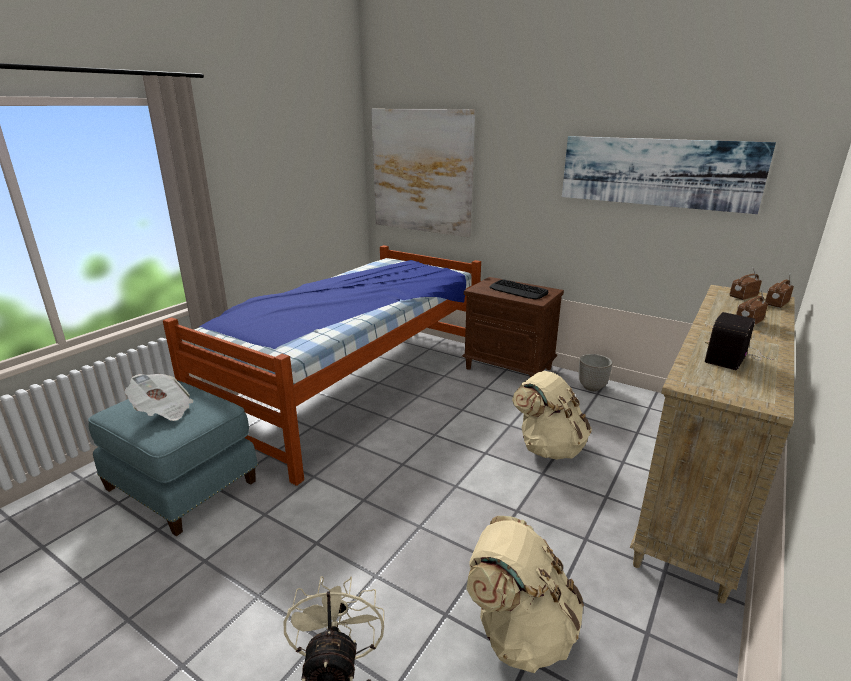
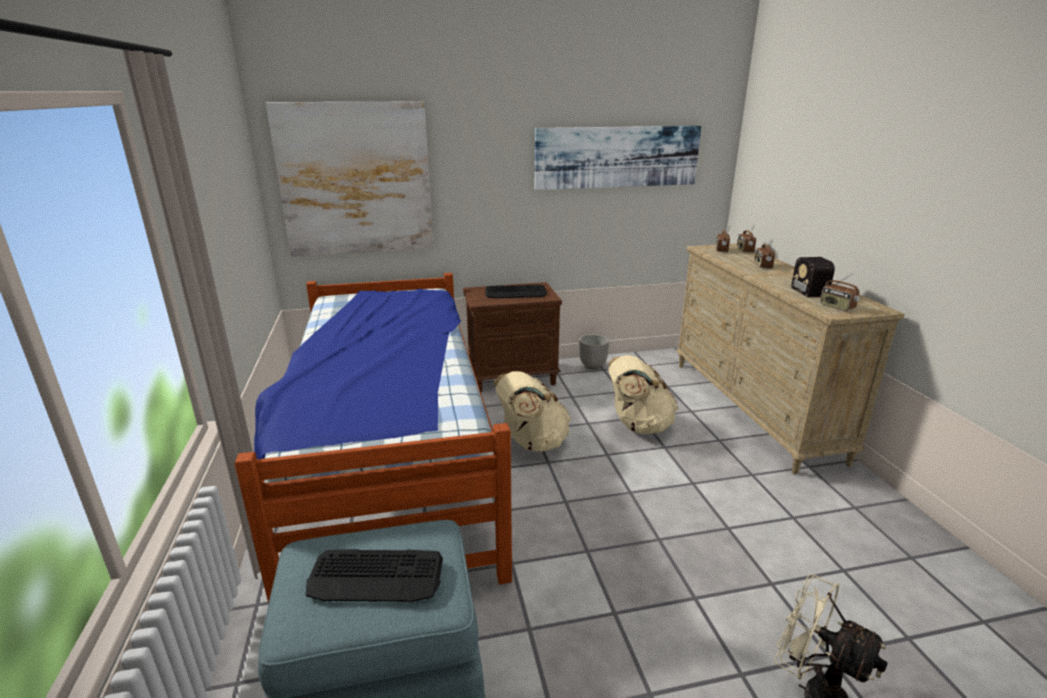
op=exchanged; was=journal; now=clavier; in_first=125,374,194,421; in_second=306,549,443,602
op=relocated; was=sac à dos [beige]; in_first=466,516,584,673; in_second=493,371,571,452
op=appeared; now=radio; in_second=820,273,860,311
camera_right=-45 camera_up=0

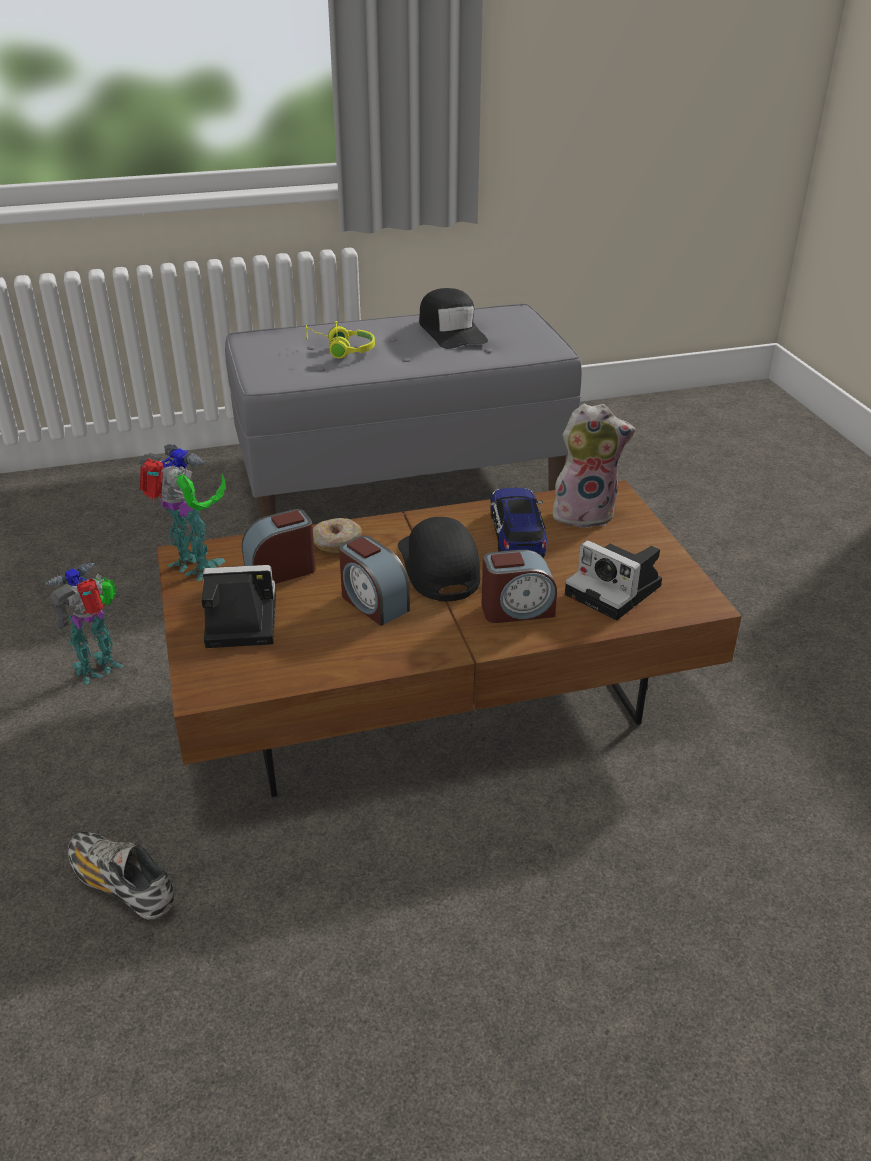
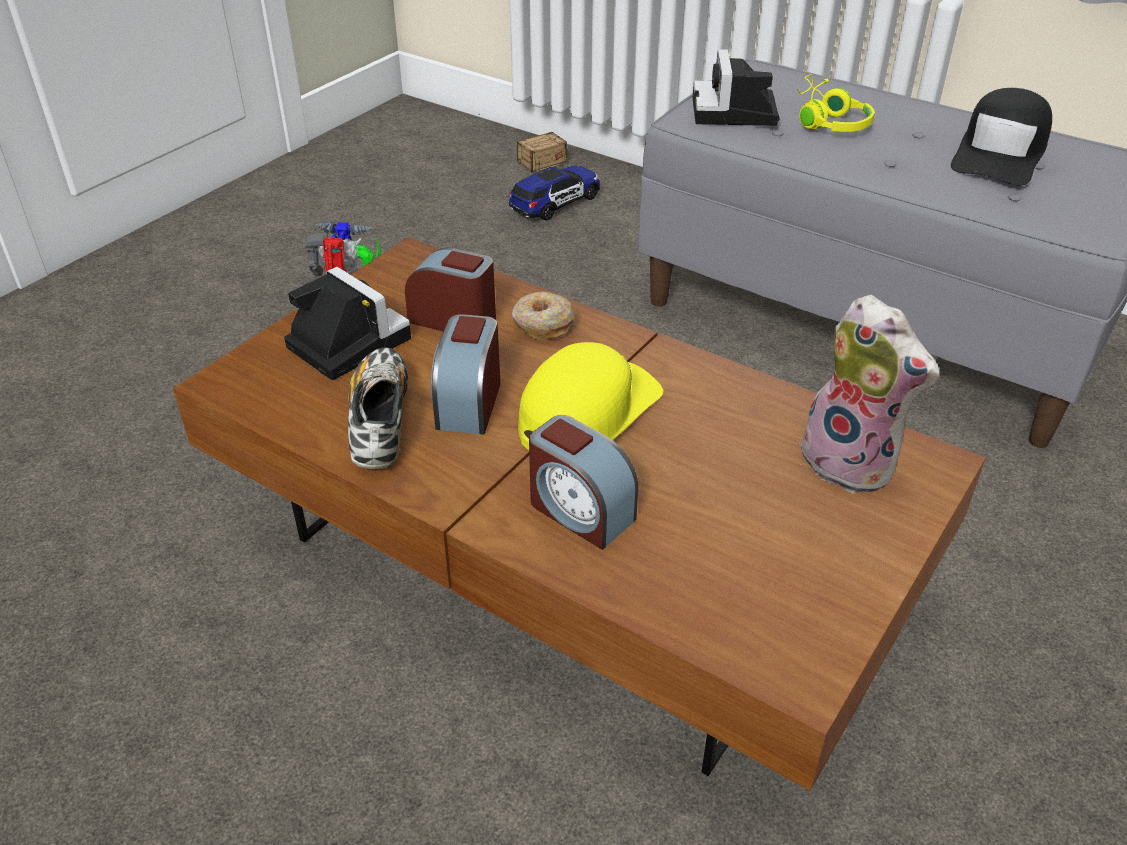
op=relocated; was=chaussure; in_first=68,832,174,920; in_second=348,348,408,469
op=missing; was=robot jouet; in_first=138,444,226,581
op=colour; was=casquette [noir]; now=casquette [jaune]; in_first=398,517,480,601; in_second=518,342,663,450
op=relocated; was=petite voiture; in_first=490,488,547,558; in_second=509,166,600,221
op=relocated; was=appareil photo; in_first=565,540,662,620; in_second=693,49,780,126
op=appeared; now=boîte de rangement; in_second=479,114,567,172
camera_right=50 camera_up=5

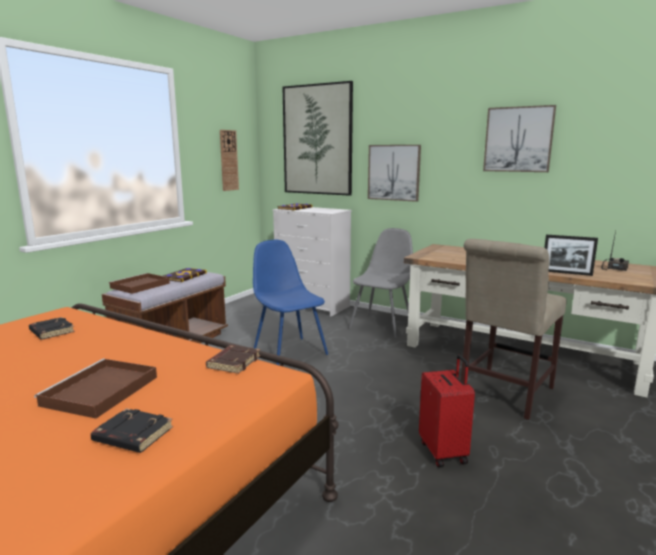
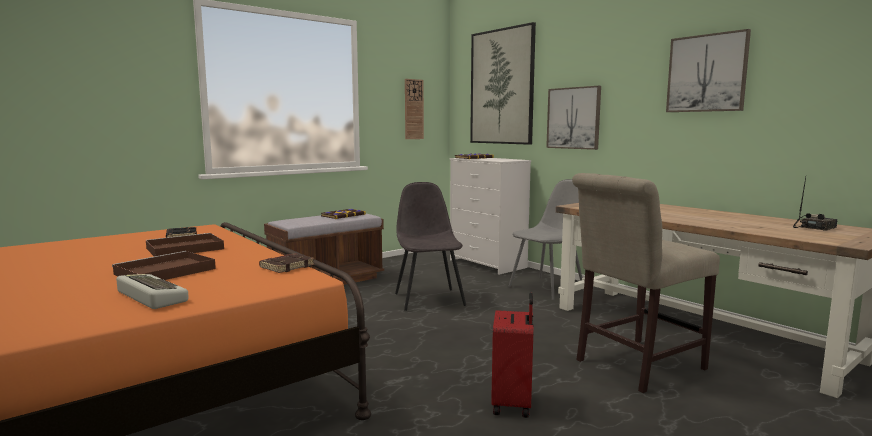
op=exchanged; was=livre [noir]; now=clavier; in_first=90,408,173,453; in_second=116,274,189,309
op=relocated; was=plateau [marron]; in_first=109,273,170,294; in_second=146,233,224,257
op=colour; was=chaise [bleu]; now=chaise [gris]; in_first=253,240,328,365; in_second=395,182,466,311
op=missing; was=cadre photo; in_first=545,235,598,276
camera_right=20 camera_up=-5

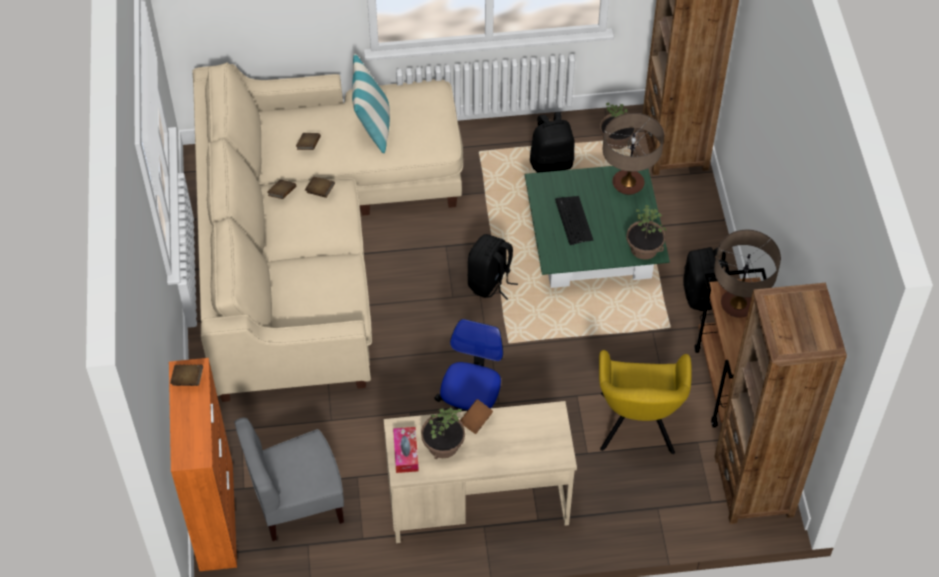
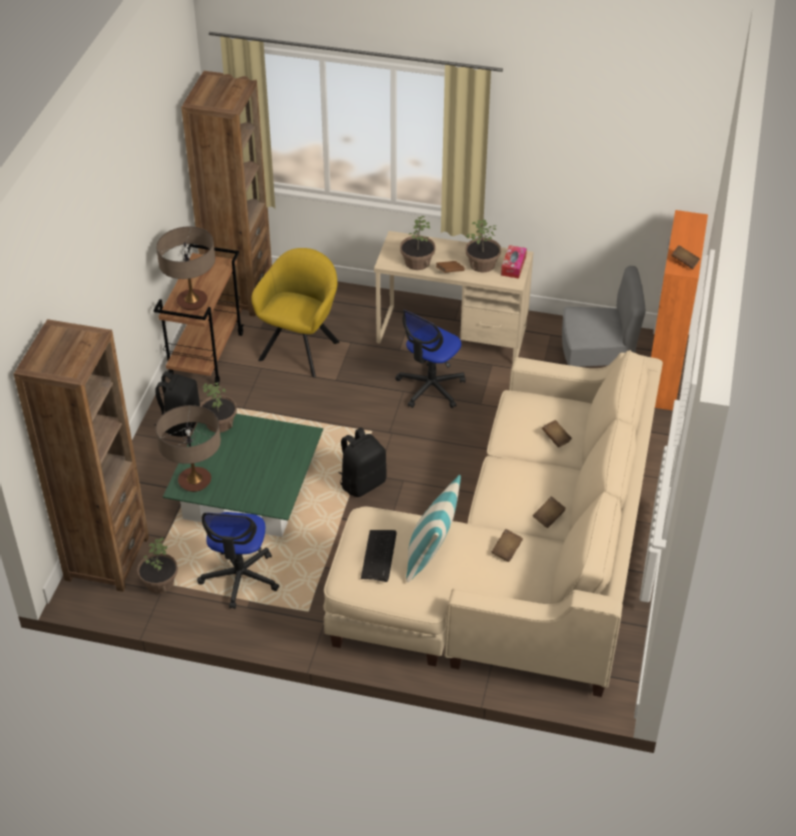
op=relocated; was=livre [marron]; in_first=305,177,335,198; in_second=542,420,572,448
op=exchanged; was=sac à dos [noir]; now=chaise de bureau; in_first=530,112,575,173; in_second=197,512,279,609
op=relocated; was=clavier; in_first=555,196,593,245; in_second=361,530,396,582
op=appeared; now=plante en pot; in_second=400,216,436,270
camera_right=-160 camera_up=-10

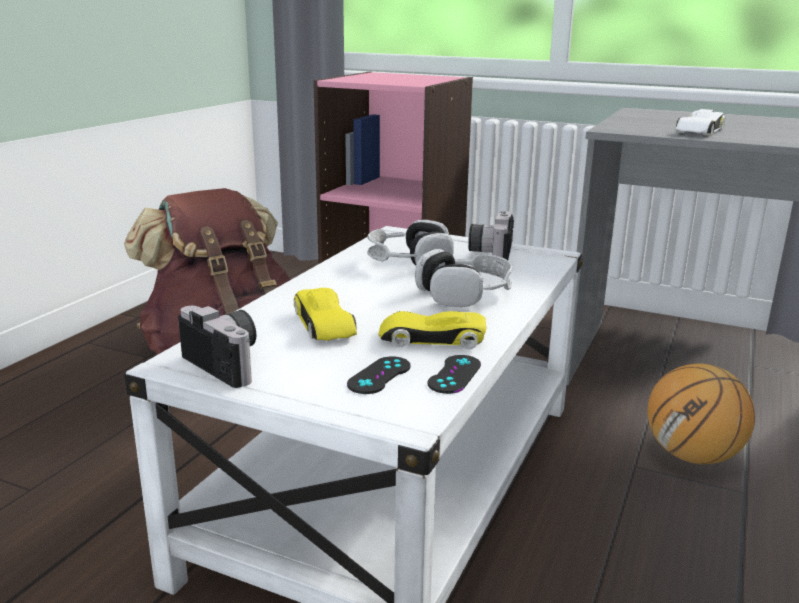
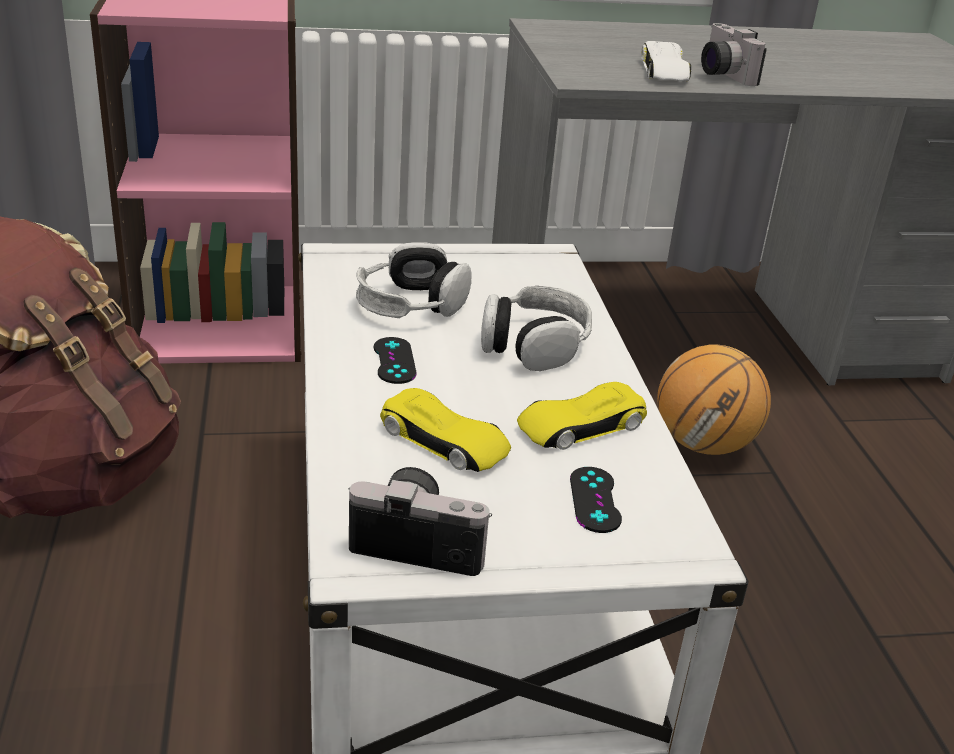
op=relocated; was=manette [noir]; in_first=428,355,481,394; in_second=374,337,416,384
op=relocated; was=appareil photo; in_first=468,211,514,260; in_second=701,23,767,86
camera_right=-35 camera_up=10

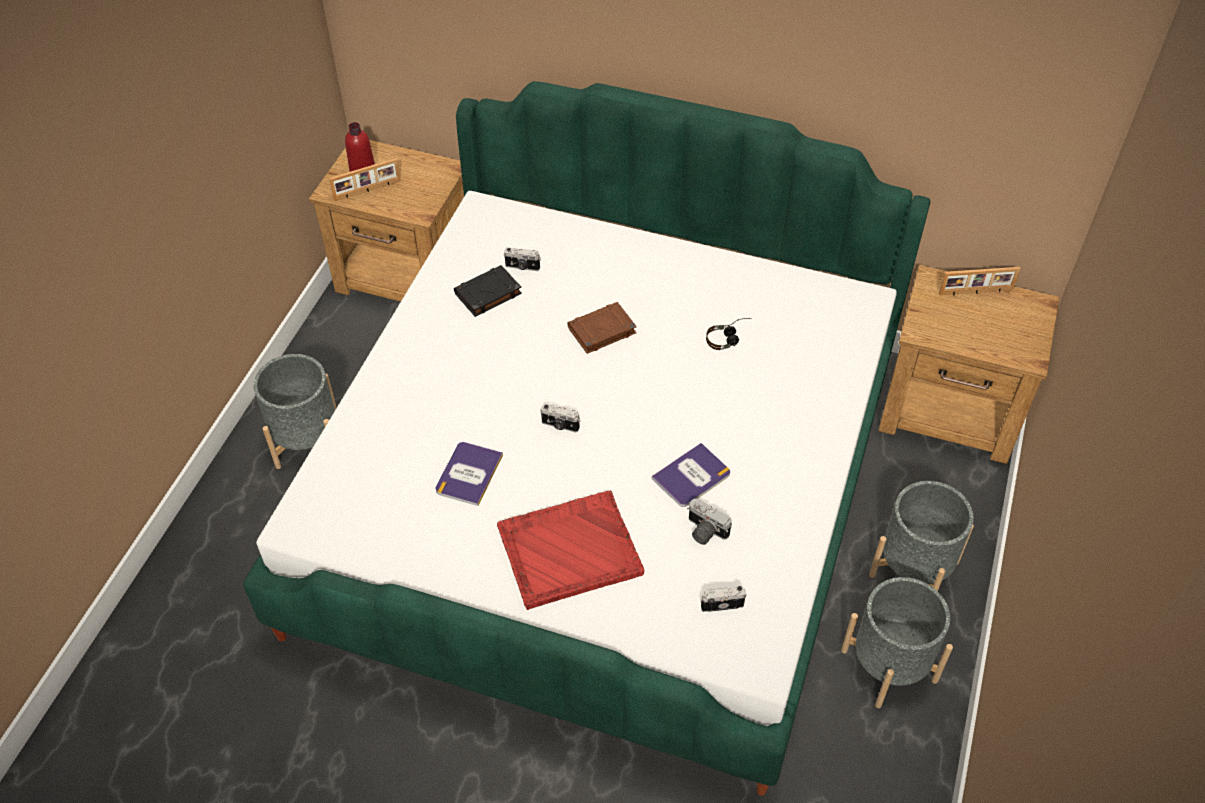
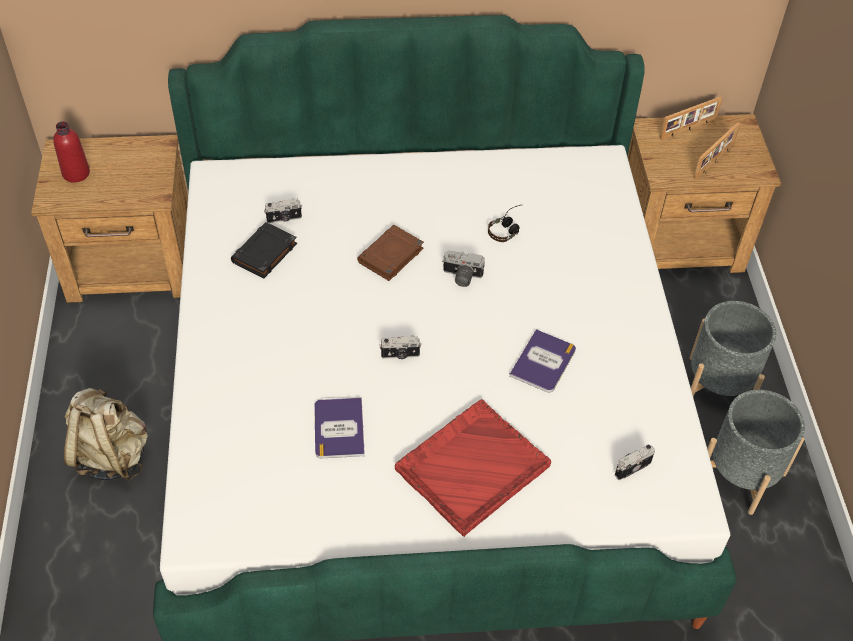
op=exchanged; was=cache-pot [gris]; now=sac à dos [beige]; in_first=253,354,337,469; in_second=64,388,148,481
op=relocated; was=cadre photo; in_first=329,158,401,201; in_second=694,122,740,180
op=relocated; was=appareil photo; in_first=687,499,732,545; in_second=442,251,485,287
camera_right=-25 camera_up=0

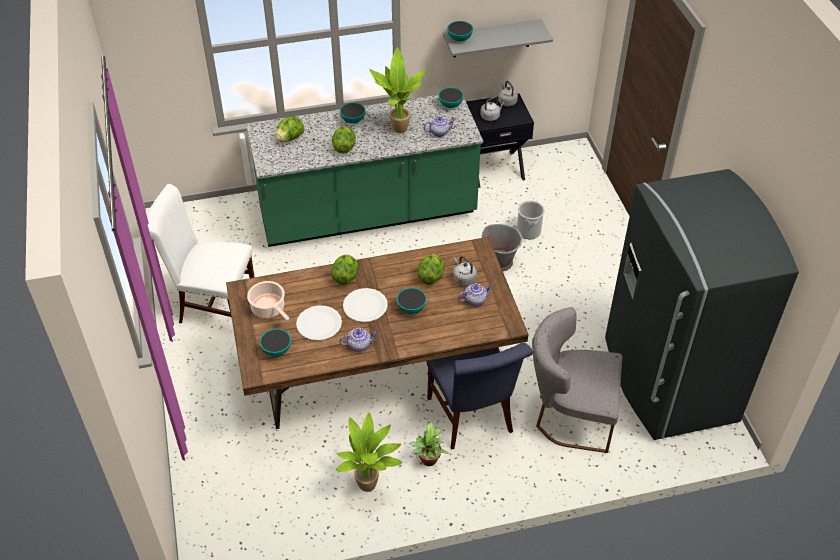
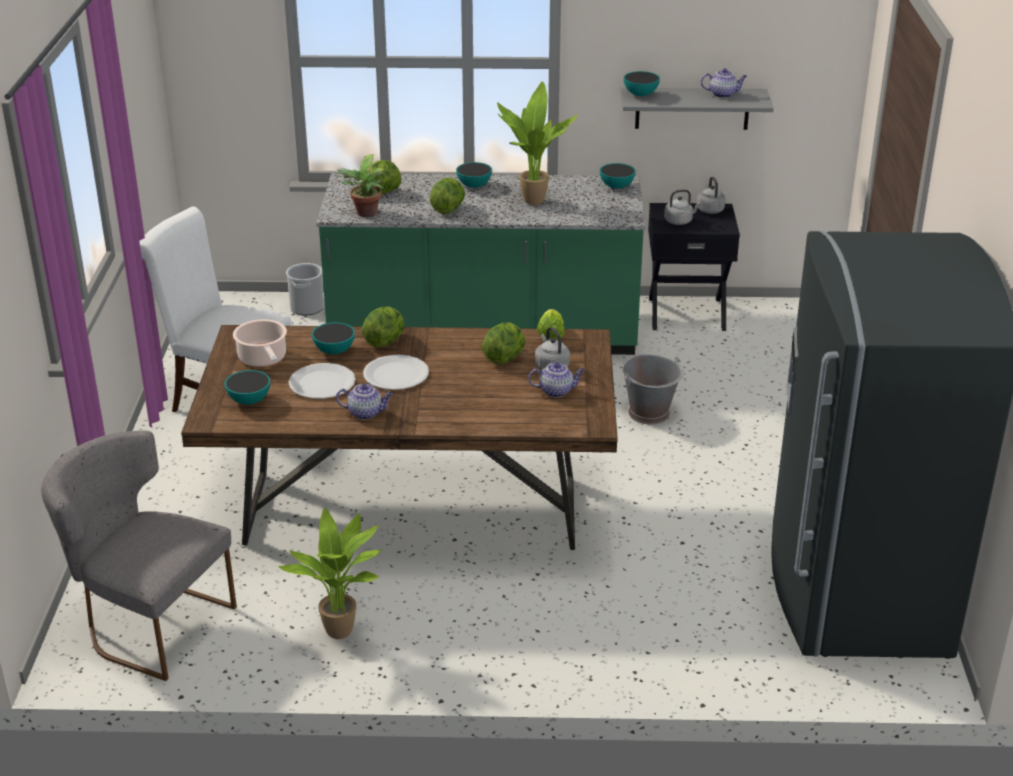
op=relocated; was=bol; in_first=396,288,427,314; in_second=312,322,355,355
op=relocated; was=plante en pot; in_first=409,422,448,466; in_second=335,154,385,217
op=relocated; was=théière; in_first=424,116,456,137; in_second=701,69,747,98
op=missing; was=chaise [bleu]; in_first=426,343,533,449
op=relocated; was=seau; in_first=517,200,545,239; in_second=286,263,324,315
op=relocated; was=chaise [gris]; in_first=532,307,623,453; in_second=41,431,237,681
op=appeared; now=laitue; in_second=537,309,564,340
camera_right=15 camera_up=-15

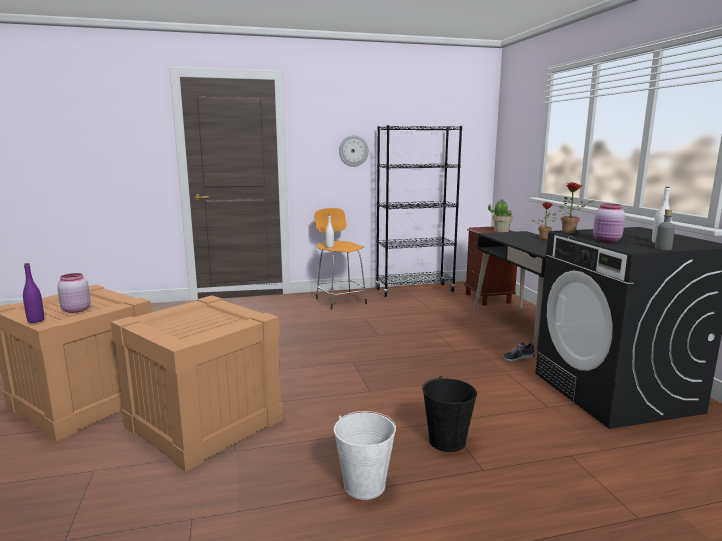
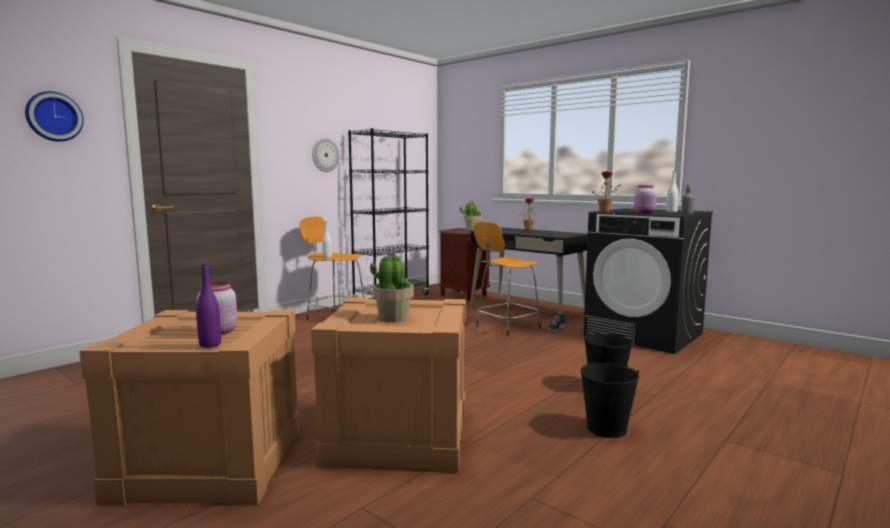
op=colour; was=seau [blanc]; now=seau [noir]; in_first=334,411,396,500; in_second=580,362,639,438
op=appeared; now=horloge murale; in_second=25,91,84,142
op=appeared; now=plante en pot; in_second=370,252,414,322
op=appeared; now=tabouret [orange]; in_second=474,222,541,337
camera_right=-35 camera_up=-5

